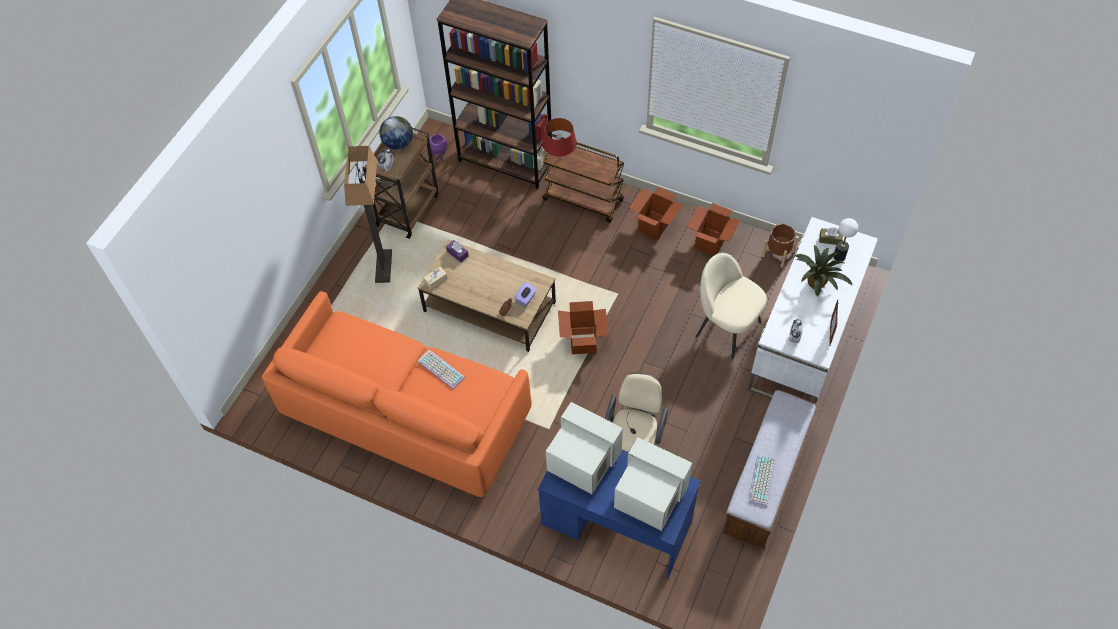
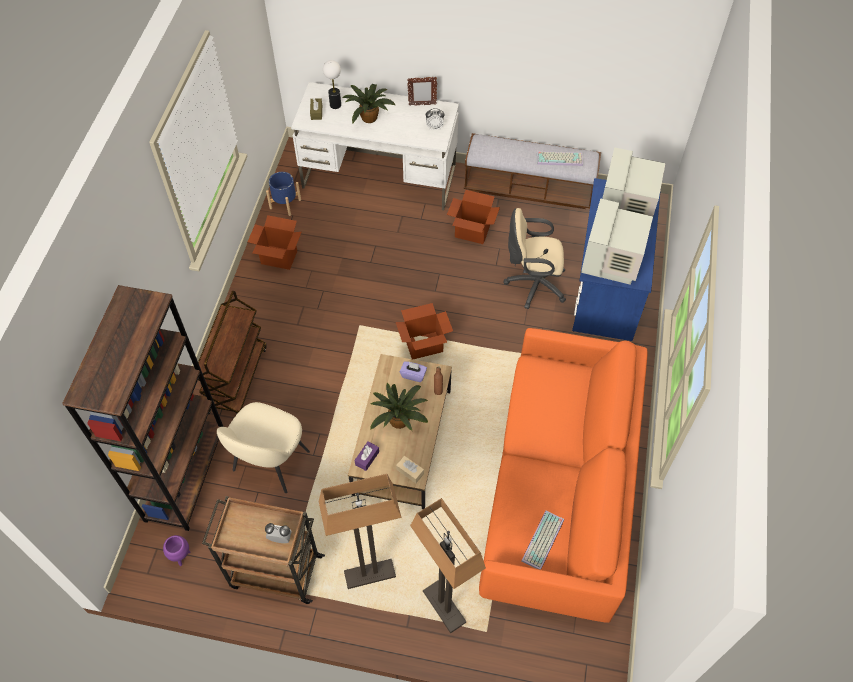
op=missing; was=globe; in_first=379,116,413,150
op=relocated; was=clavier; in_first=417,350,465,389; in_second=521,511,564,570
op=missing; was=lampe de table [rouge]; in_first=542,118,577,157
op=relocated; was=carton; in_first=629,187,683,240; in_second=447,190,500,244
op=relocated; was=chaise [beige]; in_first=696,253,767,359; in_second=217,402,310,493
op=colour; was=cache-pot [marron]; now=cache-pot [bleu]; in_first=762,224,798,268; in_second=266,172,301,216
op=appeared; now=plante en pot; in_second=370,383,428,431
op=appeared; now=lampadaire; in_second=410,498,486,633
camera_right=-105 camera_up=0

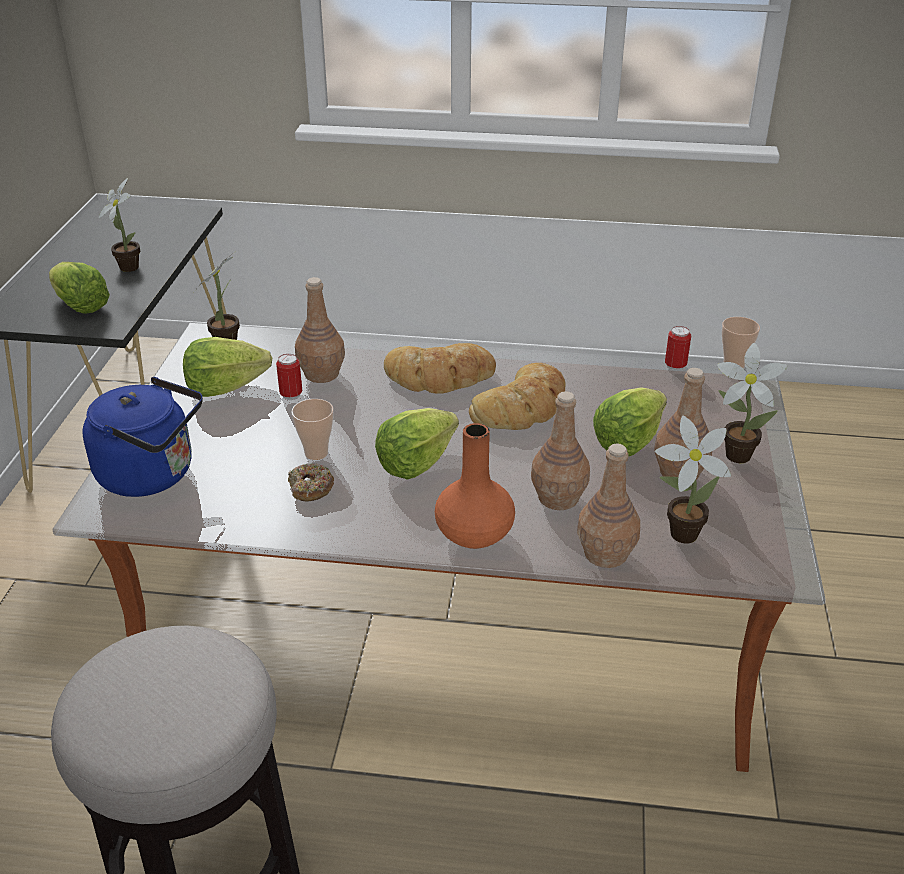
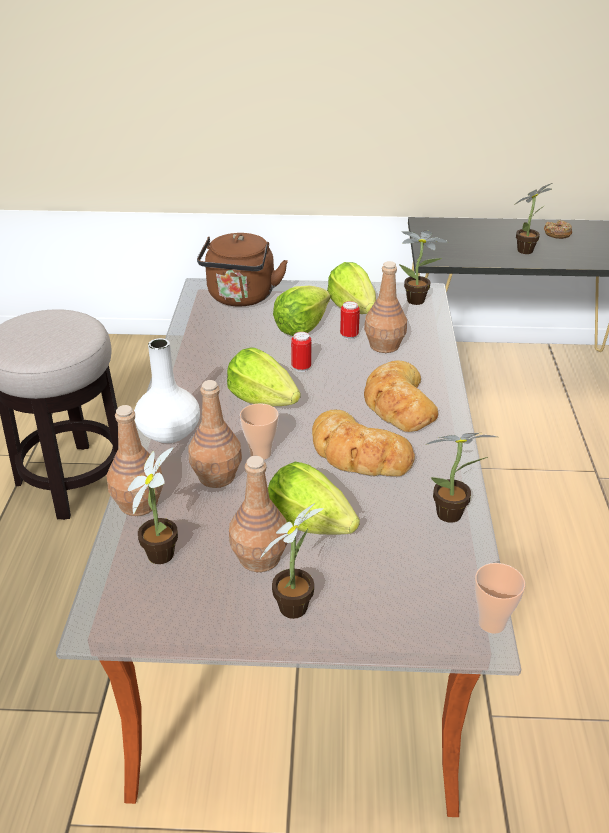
op=relocated; was=laitue; in_first=49,262,110,314; in_second=273,286,330,336
op=colour; was=bouilloire [bleu]; now=bouilloire [marron]; in_first=82,377,203,497; in_second=197,233,288,306
op=relocated; was=beignet; in_first=288,463,334,502; in_second=544,220,572,239
op=relocated; was=tasse; in_first=291,399,334,460; in_second=240,403,279,460
op=colour; was=vase [orange]; now=vase [blanc]; in_first=435,423,515,549; in_second=134,338,200,443
op=relocated; was=boîte métallique; in_first=665,326,691,371; in_second=291,332,311,372
op=appeared; now=plante en pot; in_second=426,433,497,523
camera_right=85 camera_up=0

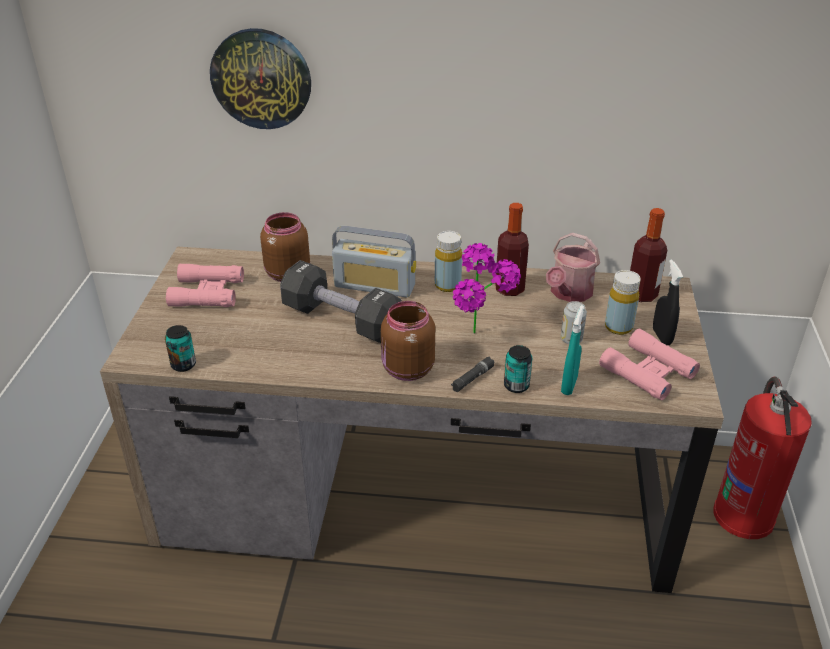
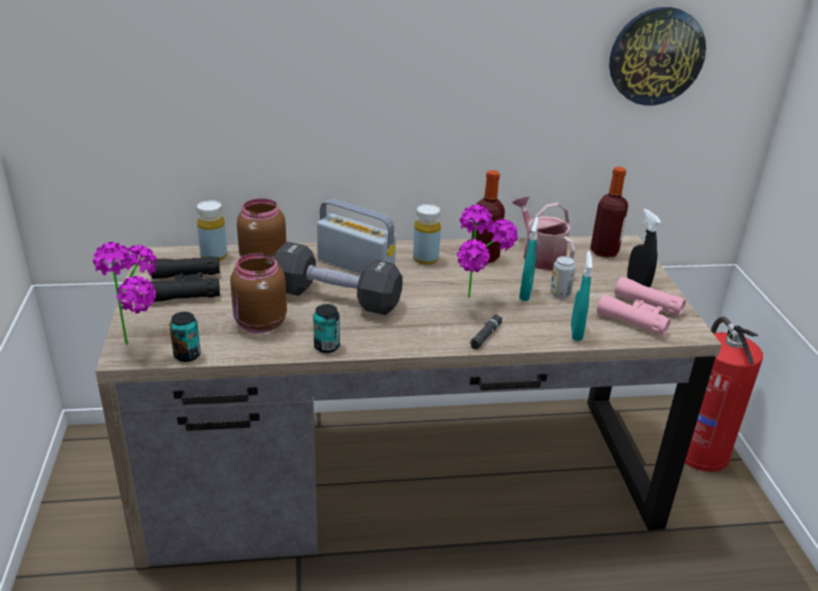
op=colour; was=jumelles [rose]; now=jumelles [noir]; in_first=166,264,244,307; in_second=147,256,220,302
op=relocated; was=horloge murale; in_first=210,28,311,129; in_second=609,7,706,105
op=spun; was=radio; in_first=332,226,416,297; in_second=317,199,396,274; clockwise=-150
op=relocated; was=bocal [marron]; in_first=381,301,435,381; in_second=230,253,287,333
op=relocated; was=boîte métallique; in_first=504,345,532,393; in_second=313,304,340,353
op=spun; was=arrosoir; in_first=546,233,600,302; in_second=512,196,575,270; clockwise=135
op=relocated; was=bouteille [jaune]; in_first=605,270,641,335; in_second=197,200,227,261
op=appeared; now=plante en pot; in_second=93,242,157,344
op=appeared; now=vaporisateur [turquoise]; in_second=519,217,539,301
camera_right=-15 camera_up=-5

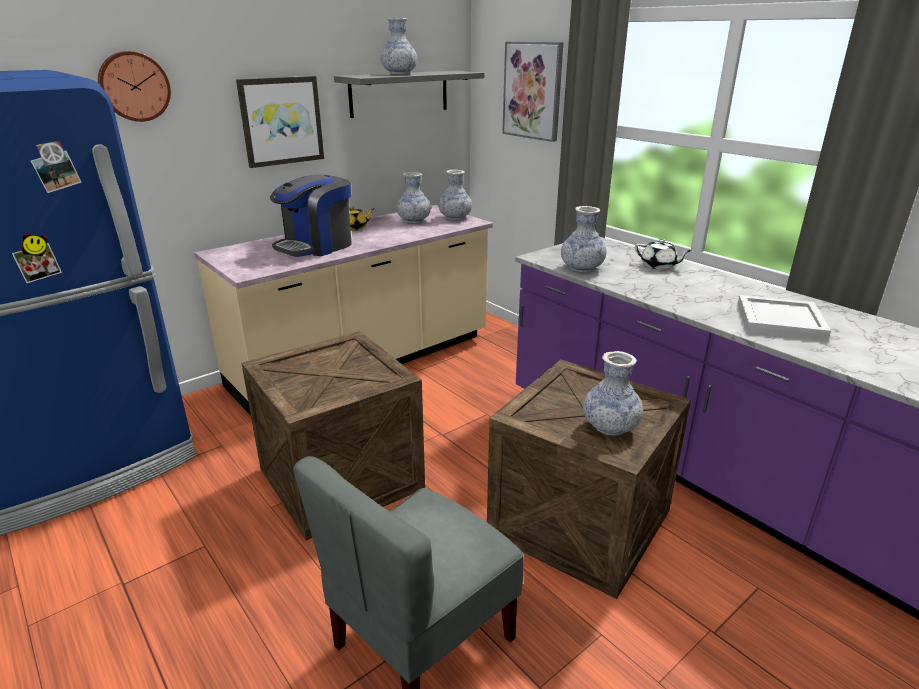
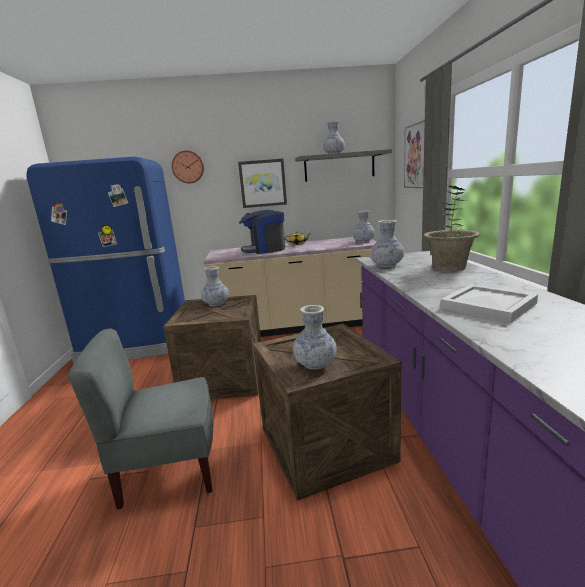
op=relocated; was=vase; in_first=396,172,431,223; in_second=201,266,229,306
op=exchanged; was=théière [blanc]; now=plante en pot; in_first=635,239,692,270; in_second=423,186,480,271
camera_right=35 camera_up=-10

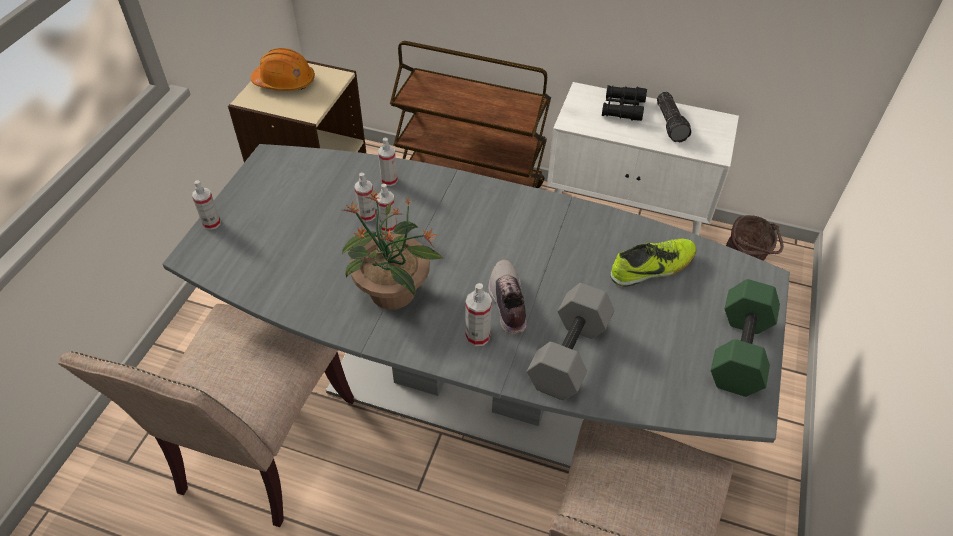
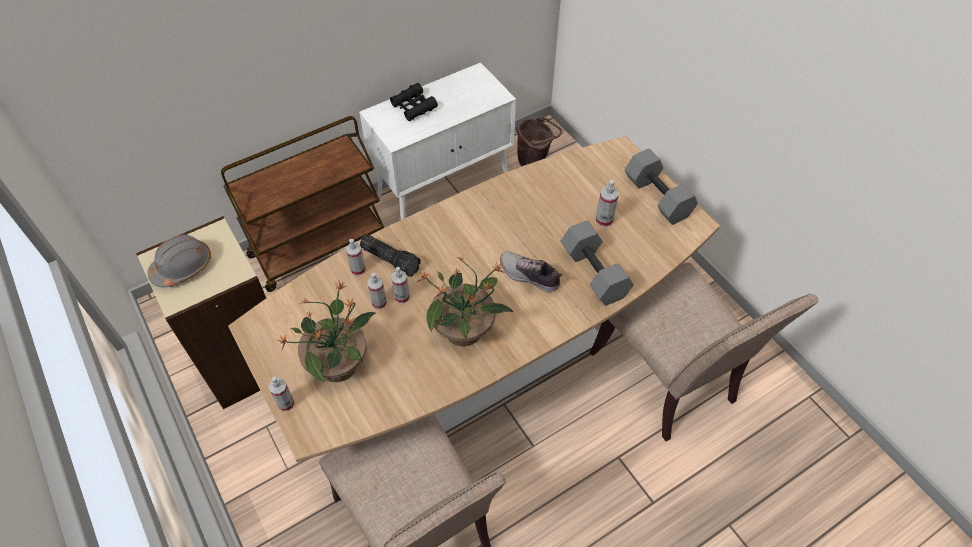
op=colour; was=table à manger [gris]; now=table à manger [marron]; in_first=162,144,790,468; in_second=228,136,720,462
op=colour; was=casque de chantier [orange]; now=casque de chantier [gris]; in_first=251,48,315,91; in_second=147,235,211,287
op=relocated; was=vaporisateur; in_first=466,283,492,346; in_second=596,180,619,227
op=missing; was=chaussure; in_first=610,238,696,287
op=relocated; was=lampe de poche; in_first=657,92,691,142; in_second=360,235,421,277
op=colour; was=haltère [vert]; now=haltère [gris]; in_first=711,279,780,397; in_second=625,149,698,225
op=appeared; now=plante en pot; in_second=278,279,376,382
camera_right=-50 camera_up=5

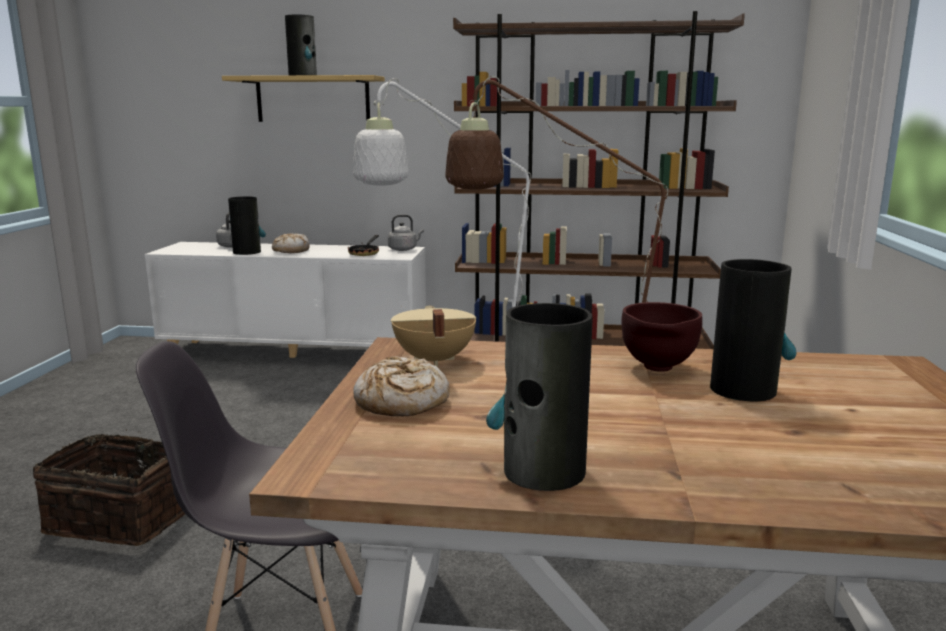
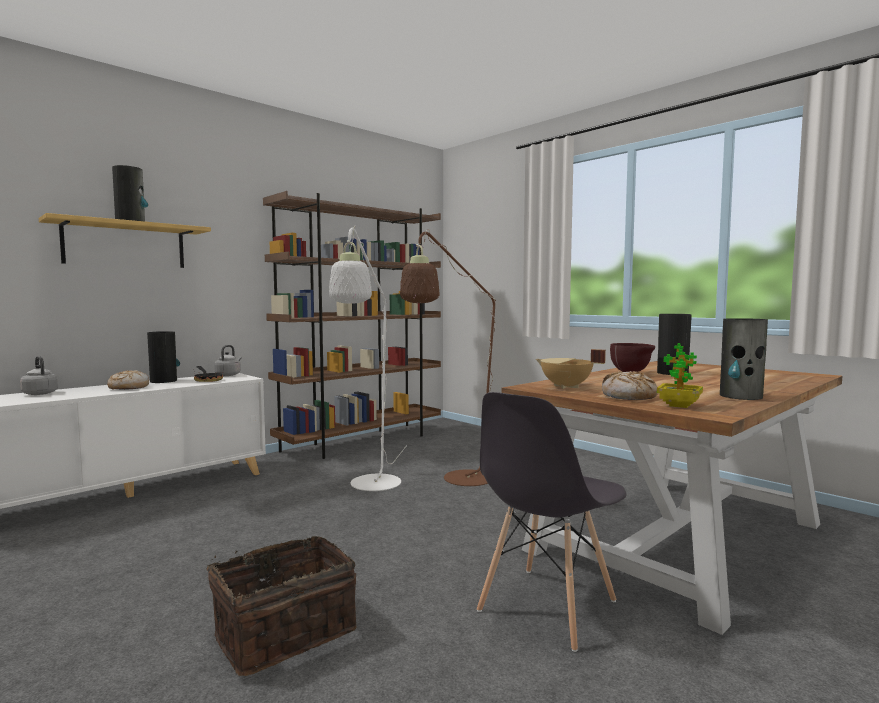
op=relocated; was=vase; in_first=228,196,266,255; in_second=147,331,180,383
op=appeared; now=plante en pot; in_second=657,343,703,408
camera_right=-50 camera_up=-10

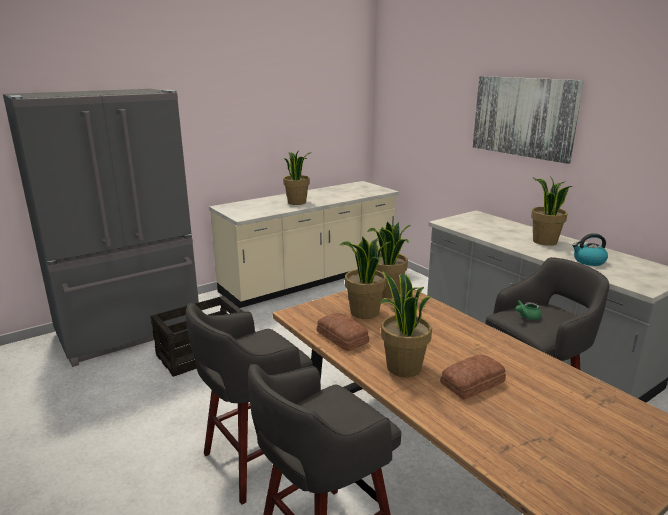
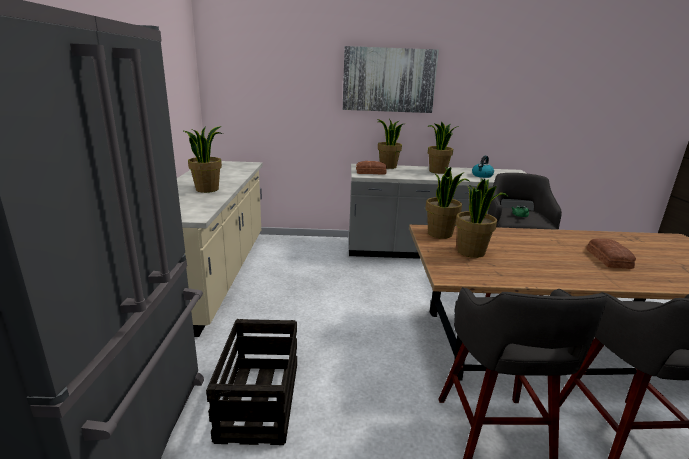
op=relocated; was=pain; in_first=317,313,369,351; in_second=356,161,387,175
op=relocated; was=plante en pot; in_first=379,271,432,377; in_second=378,119,403,169
camera_right=-55 camera_up=0

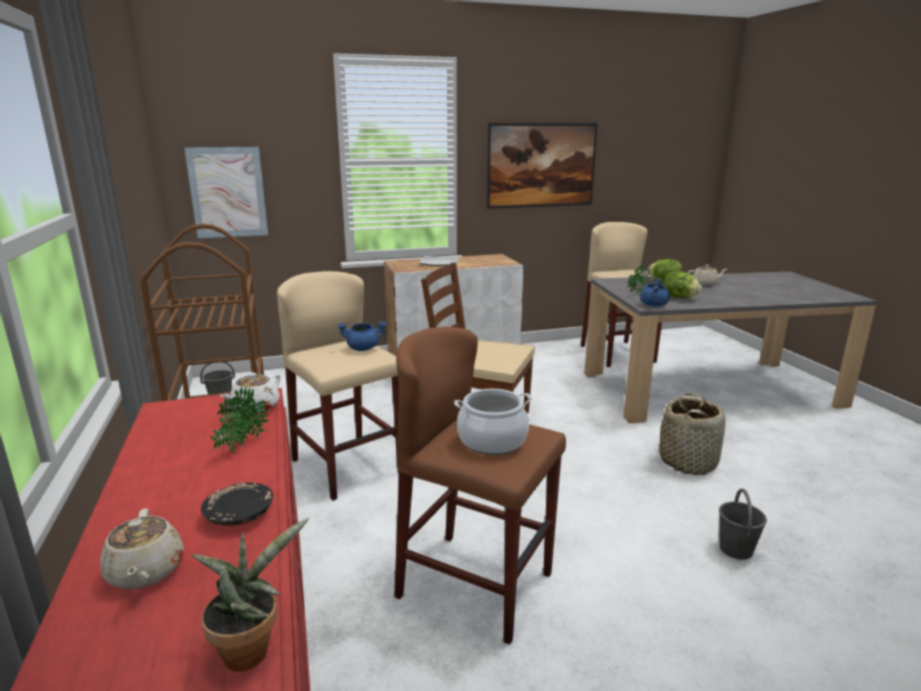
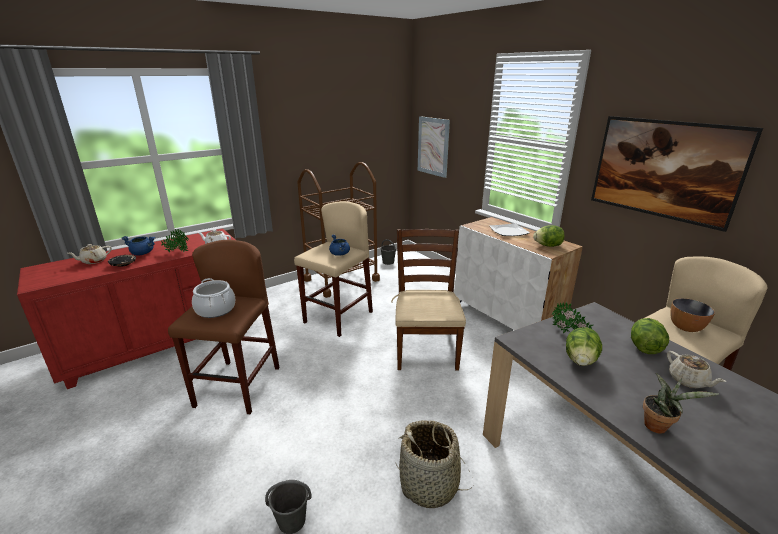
op=relocated; was=plante en pot; in_first=192,517,309,672; in_second=643,373,719,434
op=relocated; was=marmite [bleu]; in_first=640,278,670,306; in_second=121,236,155,255
op=appeared; now=laitue; in_second=533,225,564,247
op=appeared; now=bol; in_second=670,298,715,332
camera_right=70 camera_up=5

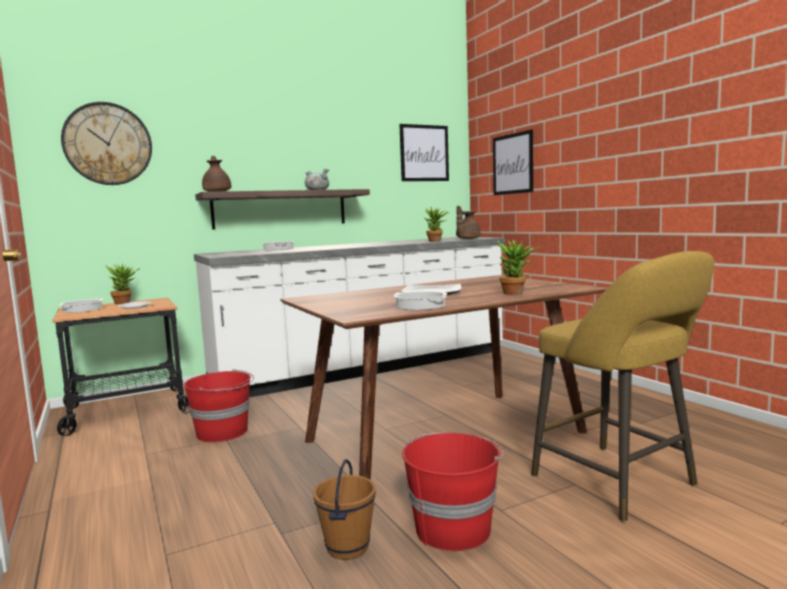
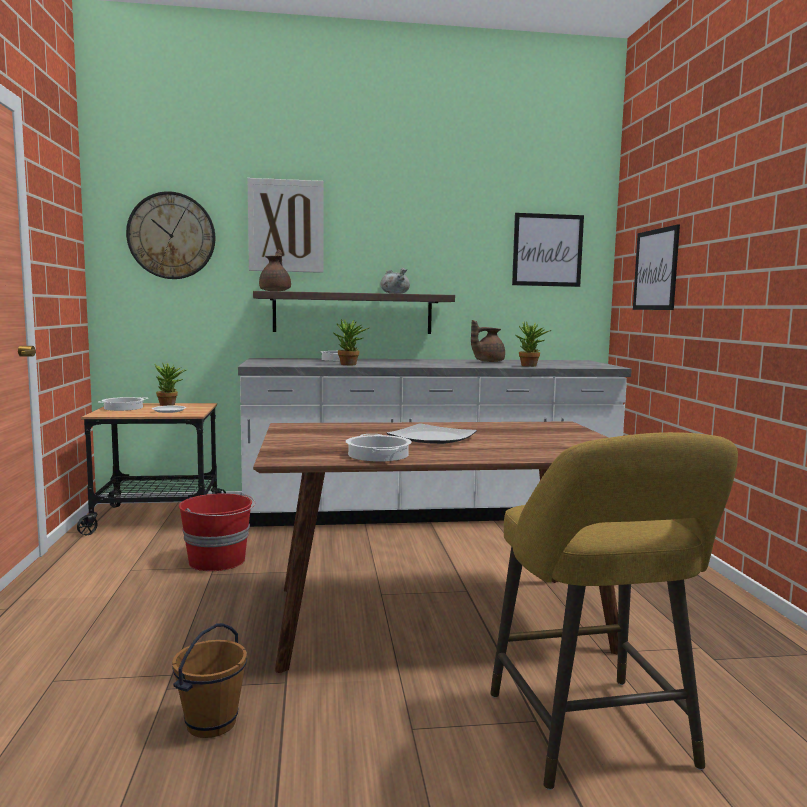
op=missing; was=seau [rouge]; in_first=402,433,504,551
op=relocated; was=théière [marron]; in_first=456,206,480,239; in_second=471,320,505,362
op=relocated; was=plante en pot; in_first=498,240,538,295; in_second=334,319,369,365
op=appeared; now=tableau; in_second=248,178,324,273
camera_right=20 camera_up=0

